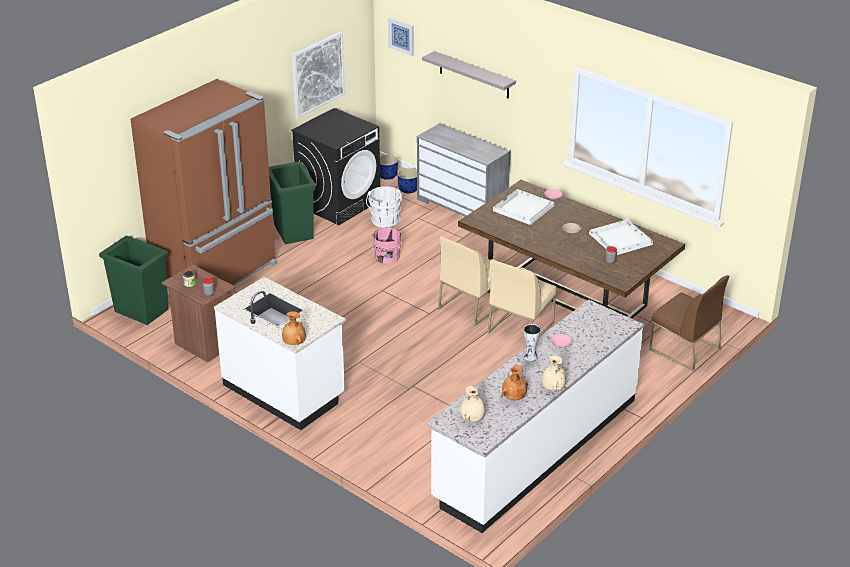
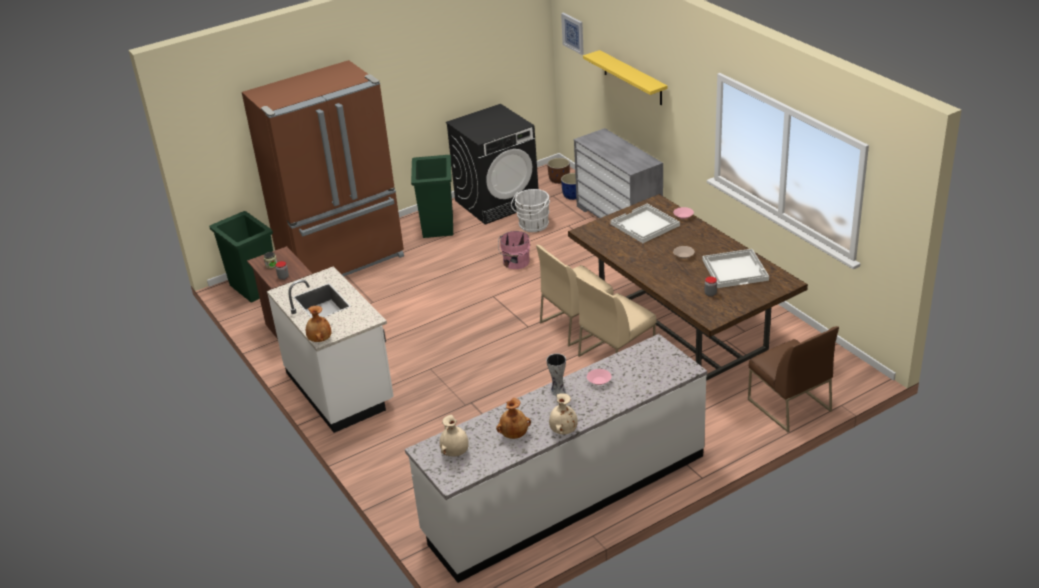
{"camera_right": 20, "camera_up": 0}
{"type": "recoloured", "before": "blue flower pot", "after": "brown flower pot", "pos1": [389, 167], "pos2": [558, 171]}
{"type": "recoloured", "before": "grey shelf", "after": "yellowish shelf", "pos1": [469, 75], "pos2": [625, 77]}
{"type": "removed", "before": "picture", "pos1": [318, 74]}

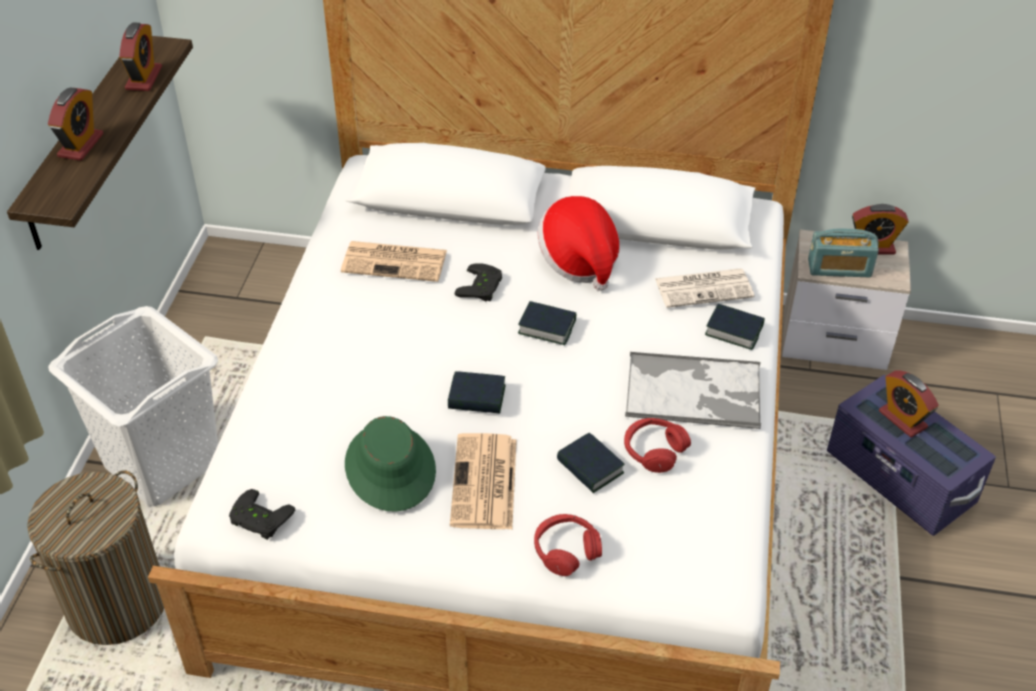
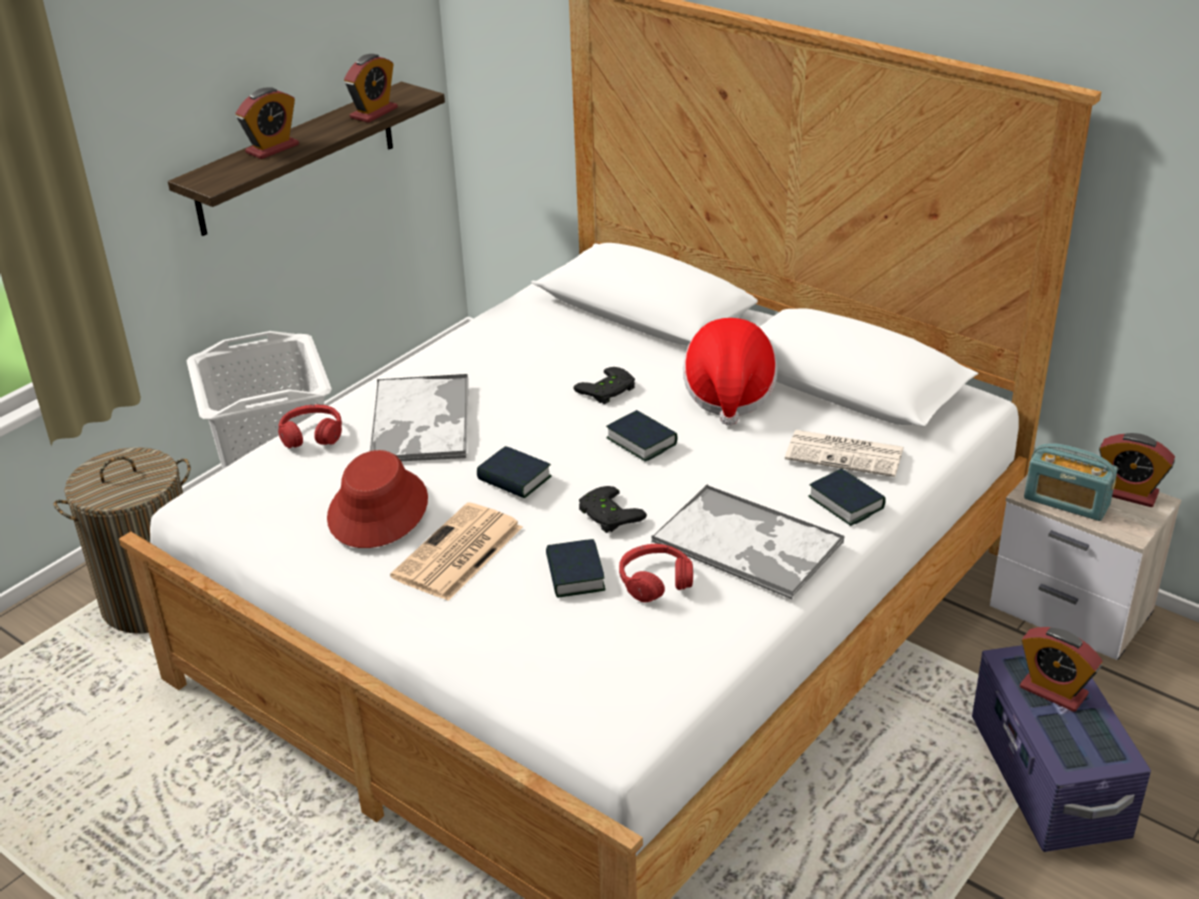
{"camera_right": 30, "camera_up": -10}
{"type": "moved", "before": "red pair of headphones", "pos1": [568, 545], "pos2": [310, 426]}
{"type": "recoloured", "before": "green wearable hat", "after": "red wearable hat", "pos1": [390, 464], "pos2": [377, 499]}
{"type": "added", "after": "carrying tray", "pos2": [419, 417]}
{"type": "moved", "before": "blackish gamepad", "pos1": [262, 514], "pos2": [613, 509]}
{"type": "turned", "before": "bedside clock", "pos1": [909, 404], "pos2": [1061, 669], "turn": -45}
{"type": "removed", "before": "newspaper", "pos1": [394, 261]}

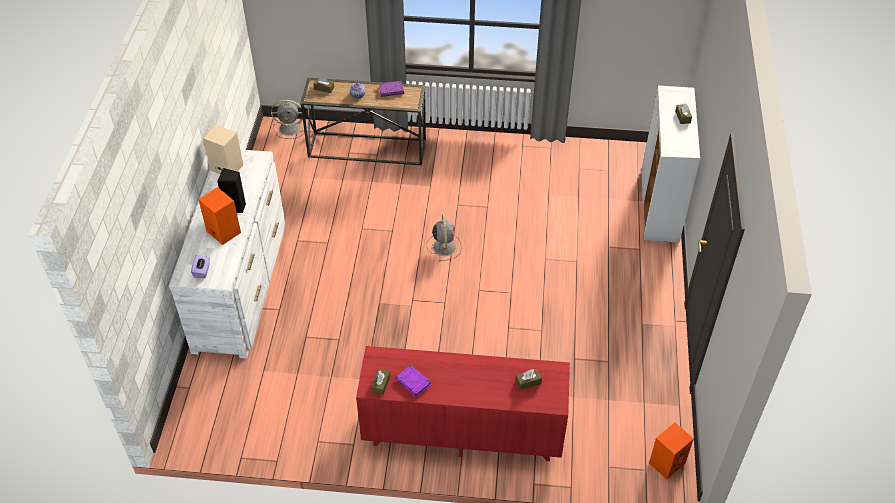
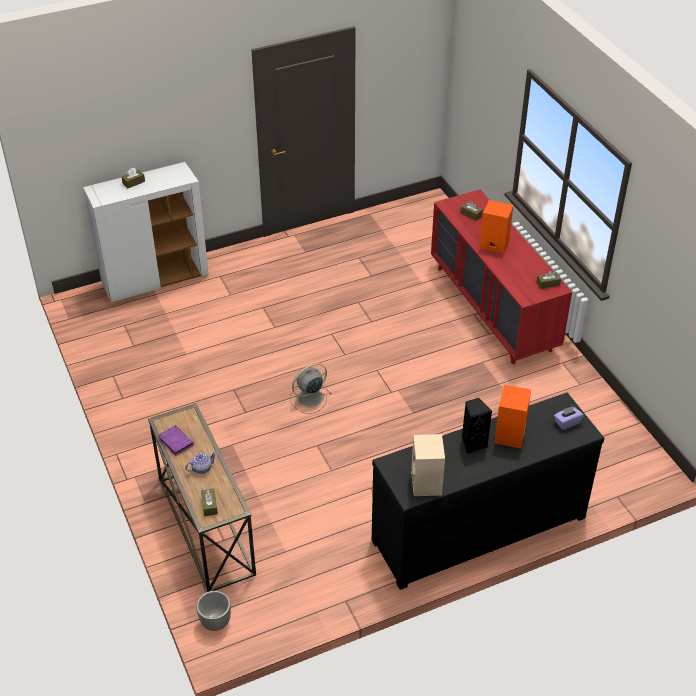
{"camera_right": -120, "camera_up": -5}
{"type": "replaced", "before": "grey cooling fan", "after": "flower pot", "pos1": [289, 119], "pos2": [213, 611]}
{"type": "recoloured", "before": "white-coloured chest of drawers", "after": "blackish chest of drawers", "pos1": [227, 254], "pos2": [488, 491]}
{"type": "moved", "before": "orange-coloured loudspeaker", "pos1": [671, 451], "pos2": [496, 226]}
{"type": "removed", "before": "purple-coloured volume", "pos1": [413, 381]}

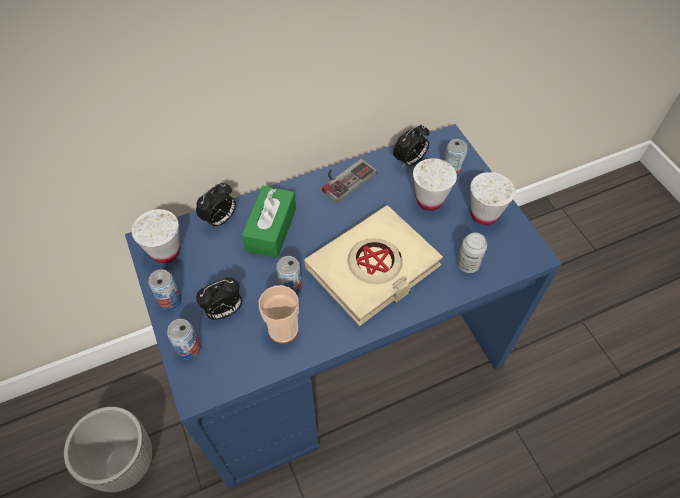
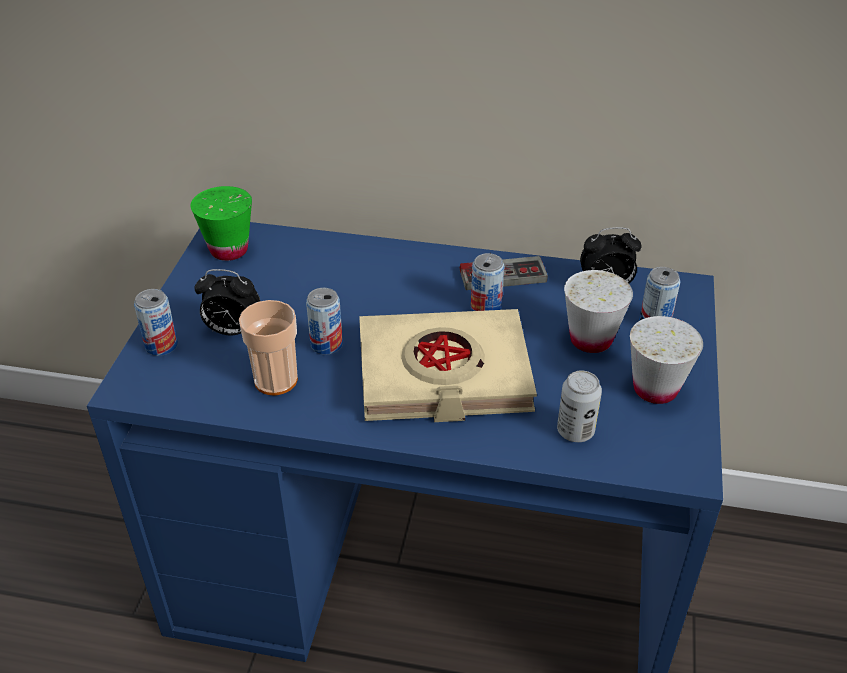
{"camera_right": 35, "camera_up": -15}
{"type": "recoloured", "before": "white-coloured small cup", "after": "green small cup", "pos1": [156, 236], "pos2": [221, 223]}
{"type": "moved", "before": "metal can", "pos1": [165, 289], "pos2": [487, 282]}
{"type": "removed", "before": "flower pot", "pos1": [108, 449]}
{"type": "removed", "before": "bedside clock", "pos1": [216, 205]}
{"type": "removed", "before": "green box of tissues", "pos1": [269, 222]}

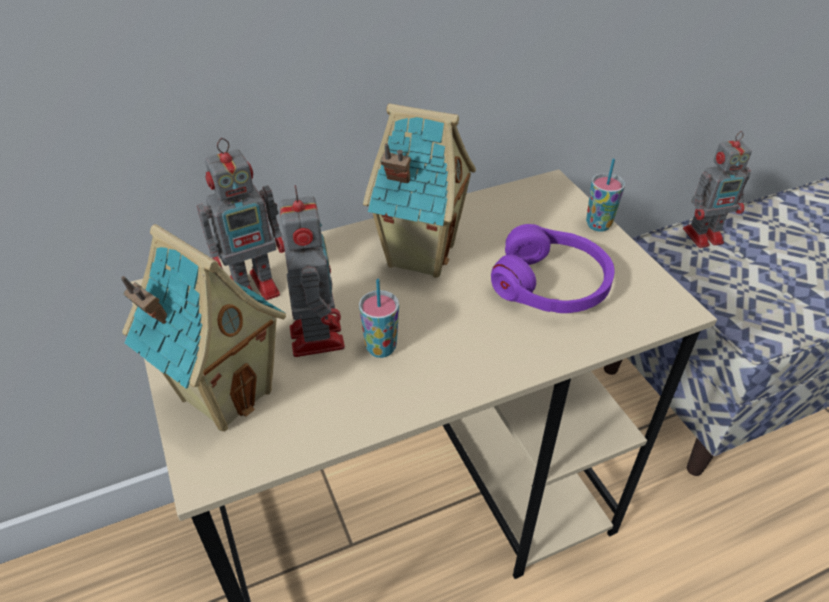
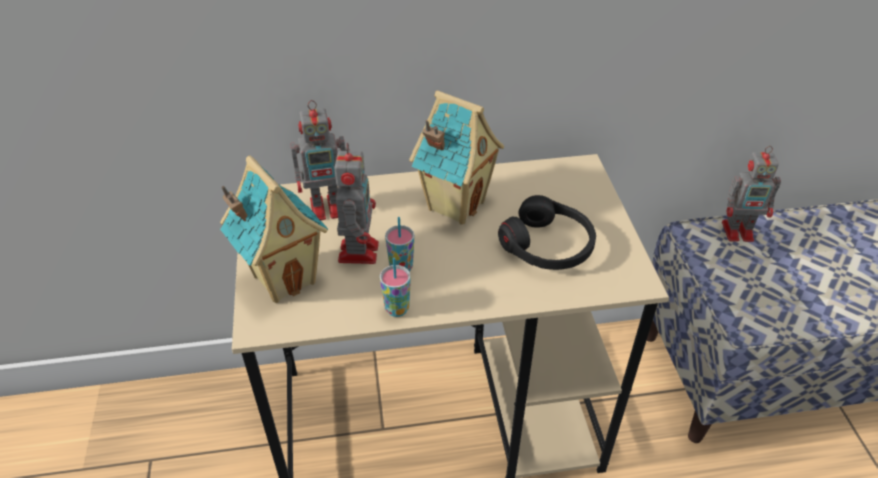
{"camera_right": 15, "camera_up": 0}
{"type": "moved", "before": "small cup", "pos1": [605, 195], "pos2": [395, 287]}
{"type": "recoloured", "before": "purple-coloured pair of headphones", "after": "blackish pair of headphones", "pos1": [553, 268], "pos2": [547, 232]}

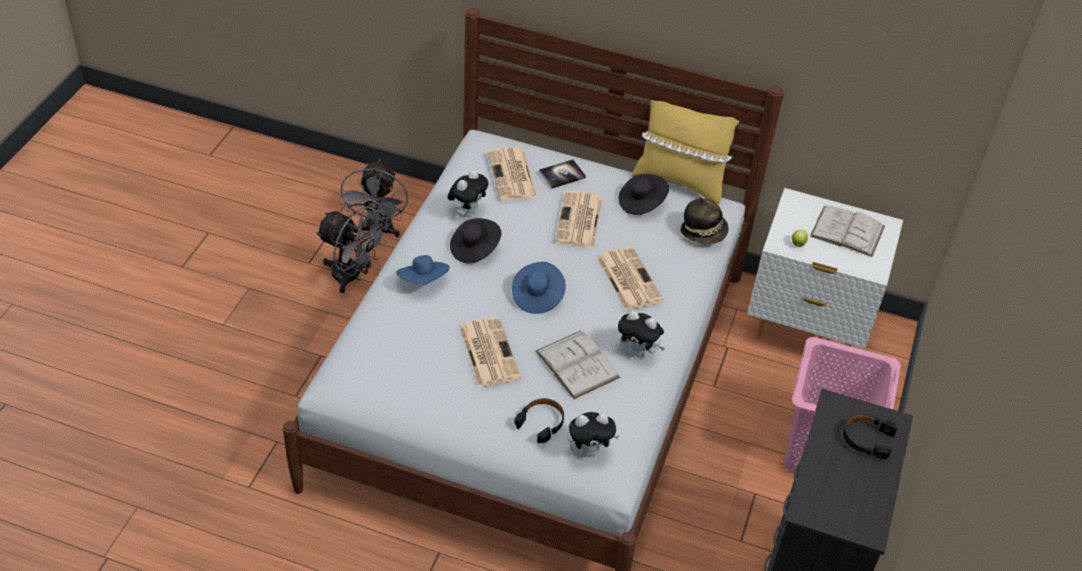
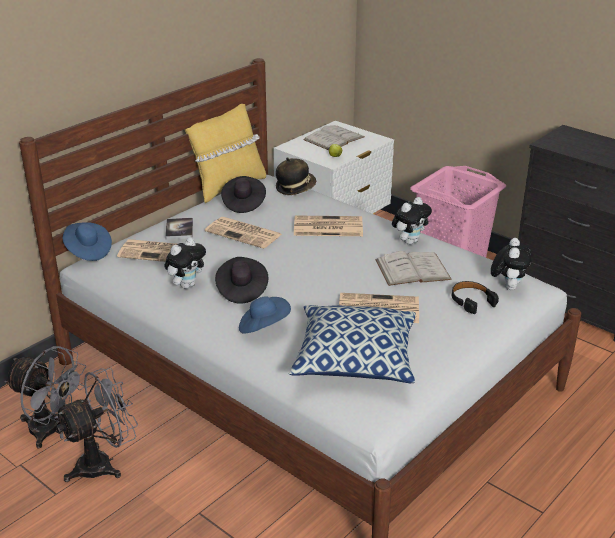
{"camera_right": -65, "camera_up": -15}
{"type": "moved", "before": "blue wearable hat", "pos1": [539, 288], "pos2": [87, 241]}
{"type": "turned", "before": "soft toy", "pos1": [468, 193], "pos2": [185, 263], "turn": 75}
{"type": "added", "after": "cushion", "pos2": [352, 344]}
{"type": "removed", "before": "blackish pair of headphones", "pos1": [870, 436]}

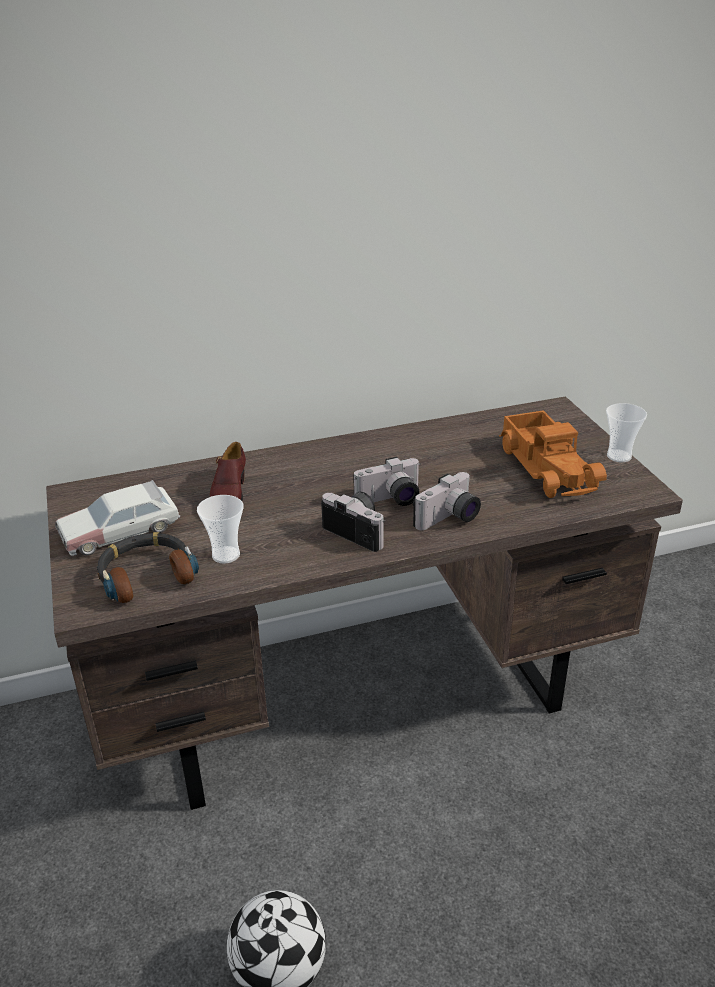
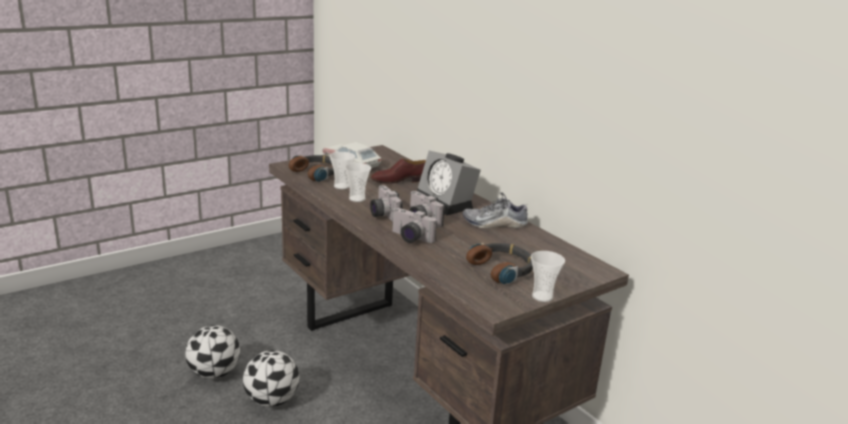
{"camera_right": 70, "camera_up": -10}
{"type": "added", "after": "football", "pos2": [271, 378]}
{"type": "added", "after": "small cup", "pos2": [358, 182]}
{"type": "turned", "before": "photo camera", "pos1": [353, 522], "pos2": [386, 203], "turn": 135}
{"type": "added", "after": "bedside clock", "pos2": [449, 182]}
{"type": "added", "after": "item of footwear", "pos2": [496, 210]}
{"type": "replaced", "before": "toy truck", "after": "pair of headphones", "pos1": [553, 454], "pos2": [499, 264]}

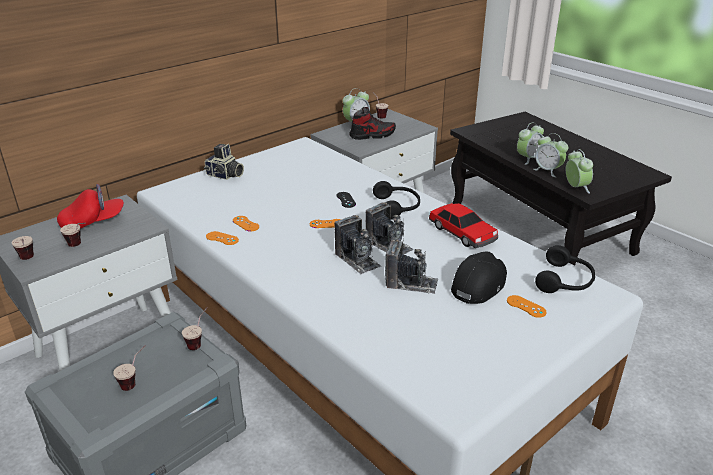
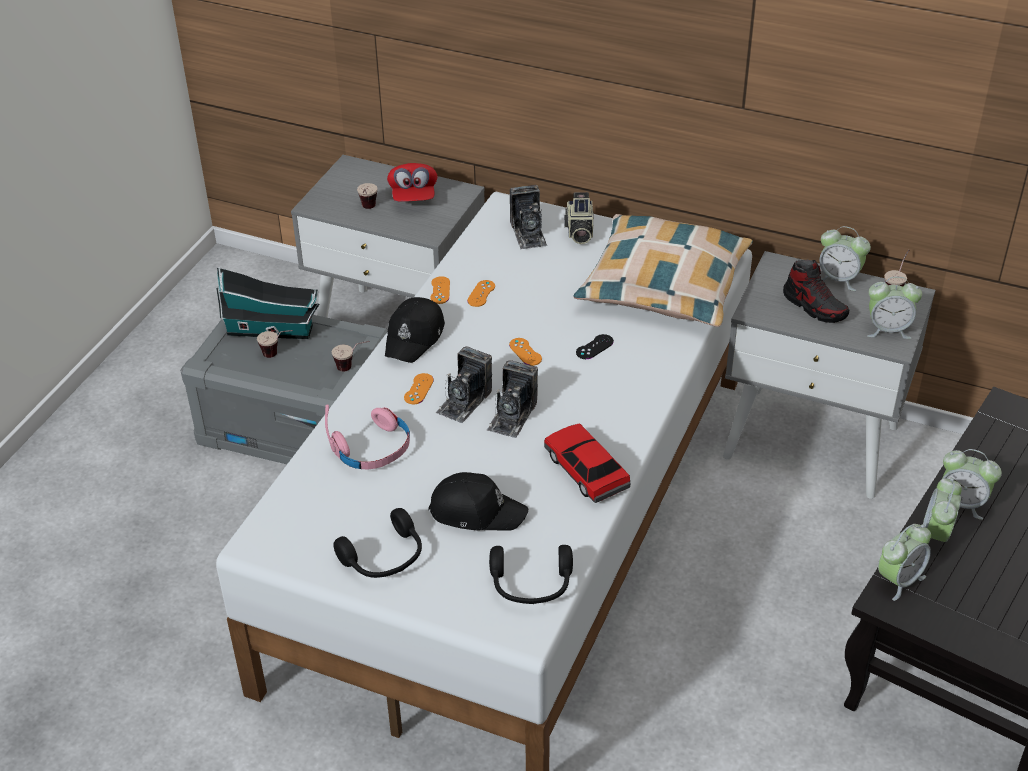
{"camera_right": 65, "camera_up": 10}
{"type": "added", "after": "toy house", "pos2": [267, 303]}
{"type": "added", "after": "pinkish pair of headphones", "pos2": [367, 436]}
{"type": "moved", "before": "blackish pair of headphones", "pos1": [396, 200], "pos2": [377, 543]}
{"type": "added", "after": "blackish cap", "pos2": [415, 330]}
{"type": "turned", "before": "red cap", "pos1": [90, 206], "pos2": [412, 182], "turn": 45}
{"type": "moved", "before": "orange-coloured gamepad", "pos1": [527, 306], "pos2": [419, 388]}
{"type": "moved", "before": "photo camera", "pos1": [411, 266], "pos2": [528, 217]}
{"type": "turned", "before": "miniature car", "pos1": [463, 225], "pos2": [587, 463], "turn": 120}
{"type": "added", "after": "cushion", "pos2": [663, 270]}
{"type": "added", "after": "bedside clock", "pos2": [894, 308]}
{"type": "removed", "before": "small cup", "pos1": [23, 248]}

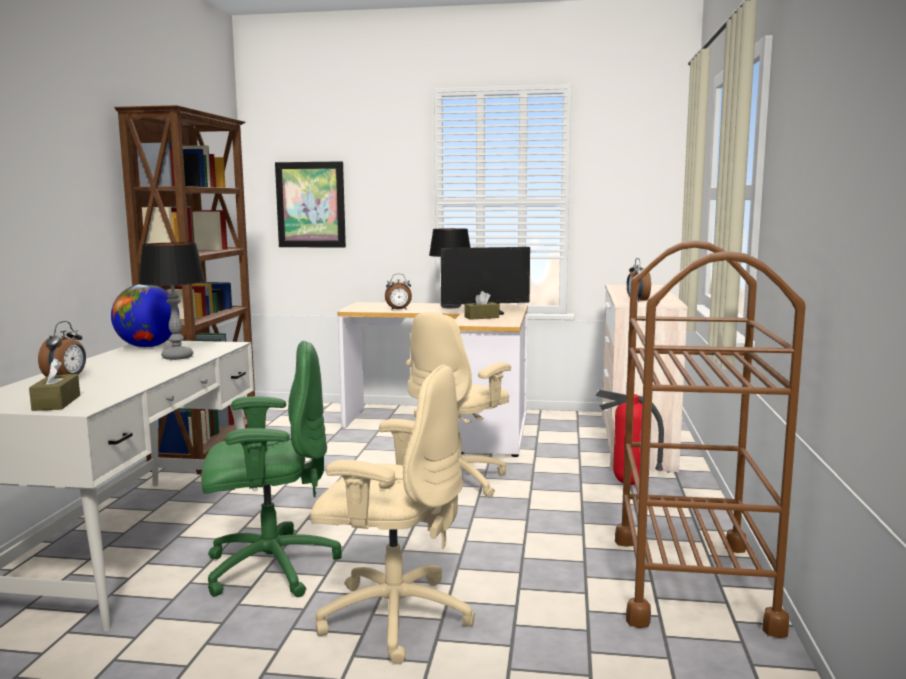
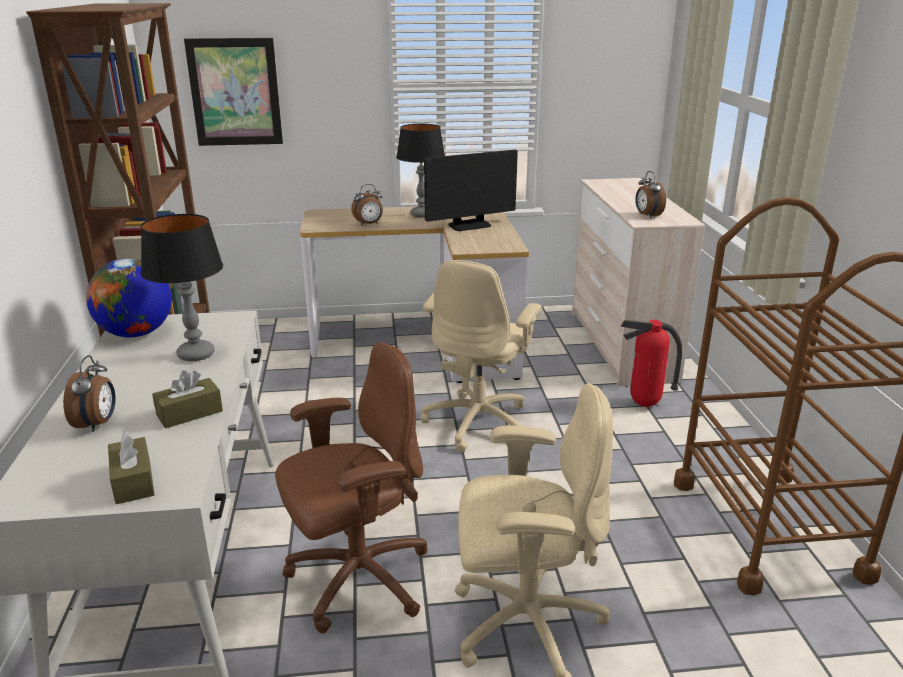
{"camera_right": -15, "camera_up": 15}
{"type": "moved", "before": "brown box of tissues", "pos1": [481, 305], "pos2": [187, 399]}
{"type": "recoloured", "before": "green desk chair", "after": "brown desk chair", "pos1": [271, 469], "pos2": [351, 488]}

